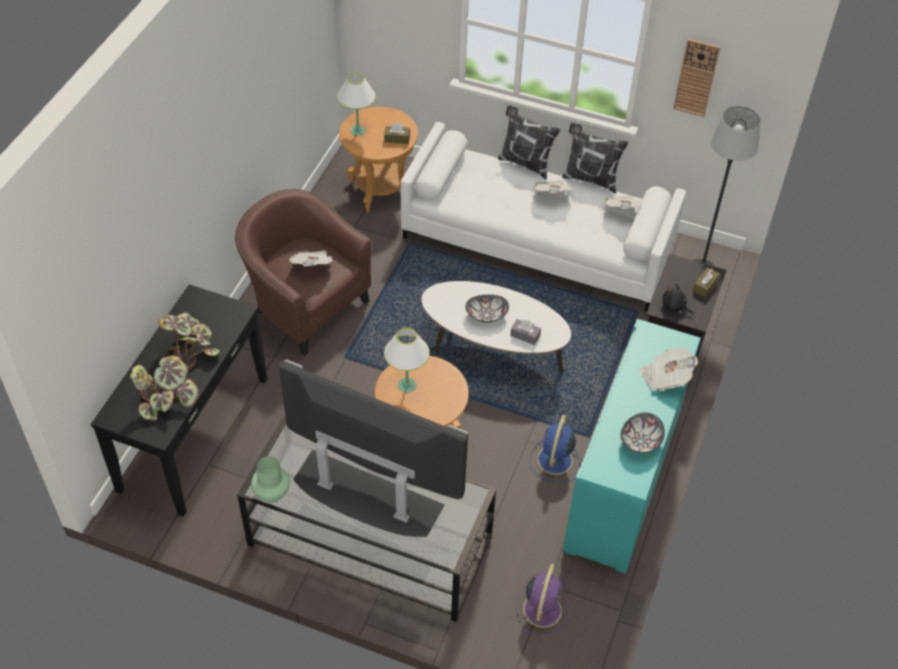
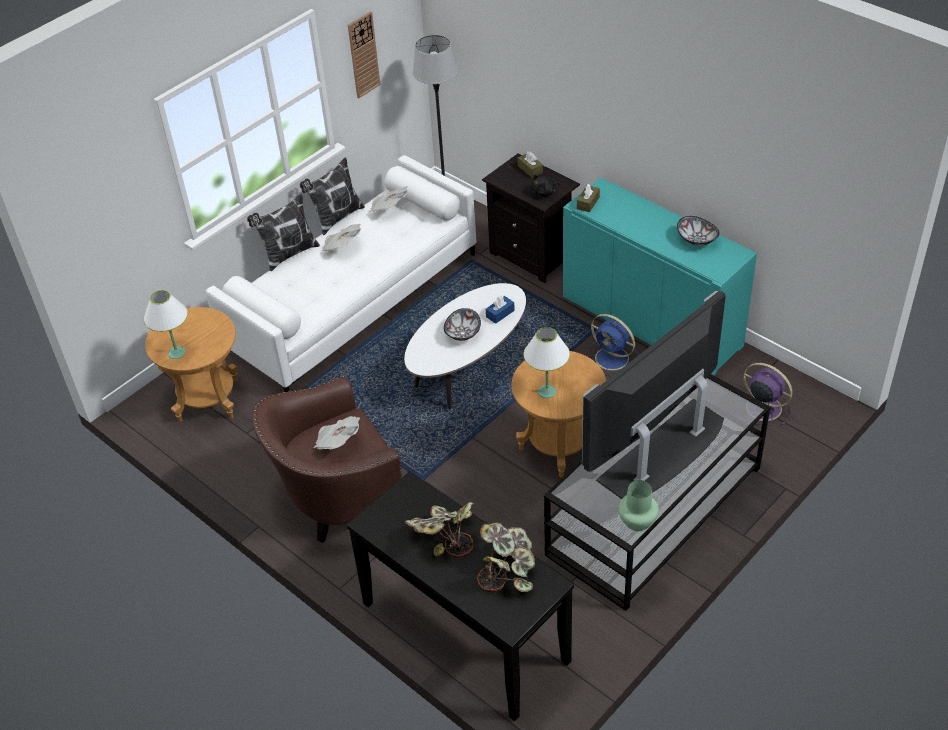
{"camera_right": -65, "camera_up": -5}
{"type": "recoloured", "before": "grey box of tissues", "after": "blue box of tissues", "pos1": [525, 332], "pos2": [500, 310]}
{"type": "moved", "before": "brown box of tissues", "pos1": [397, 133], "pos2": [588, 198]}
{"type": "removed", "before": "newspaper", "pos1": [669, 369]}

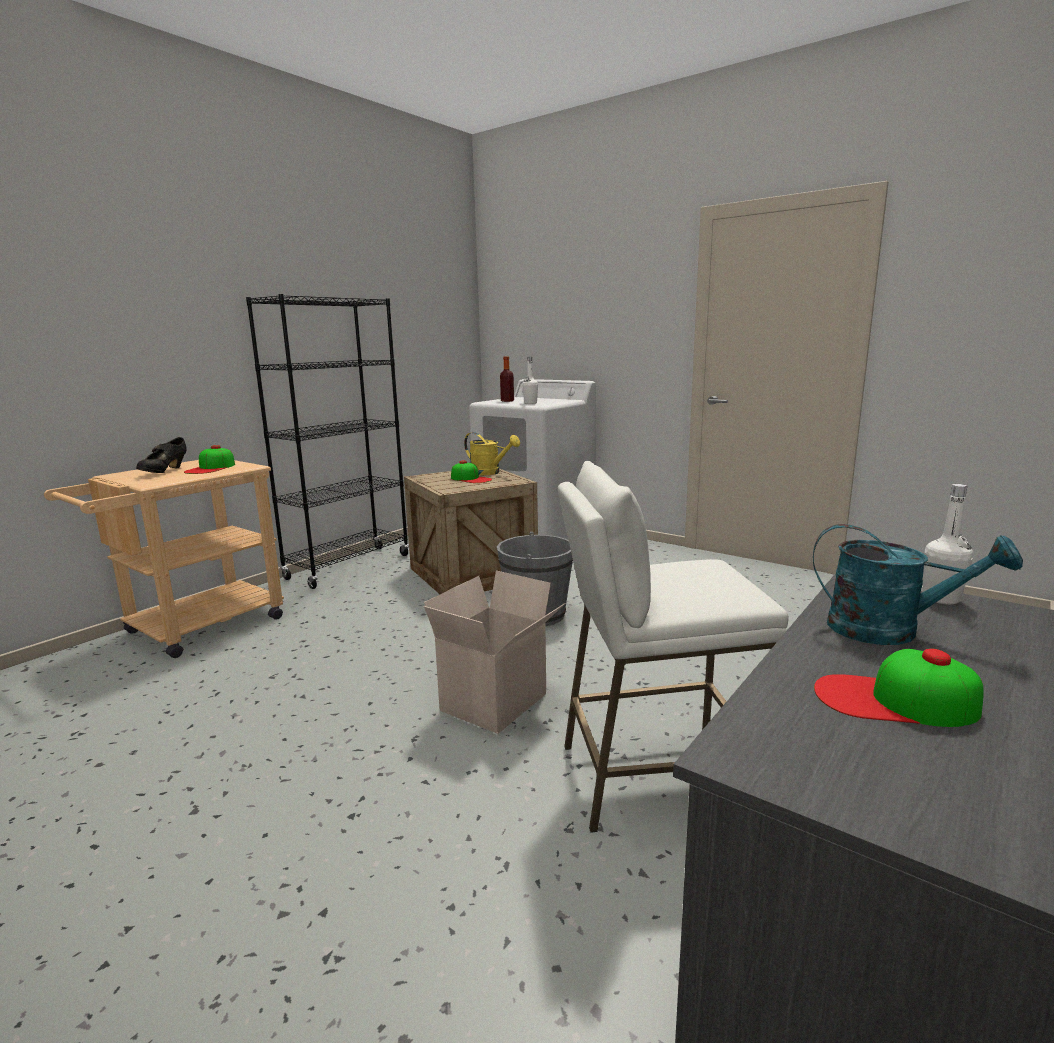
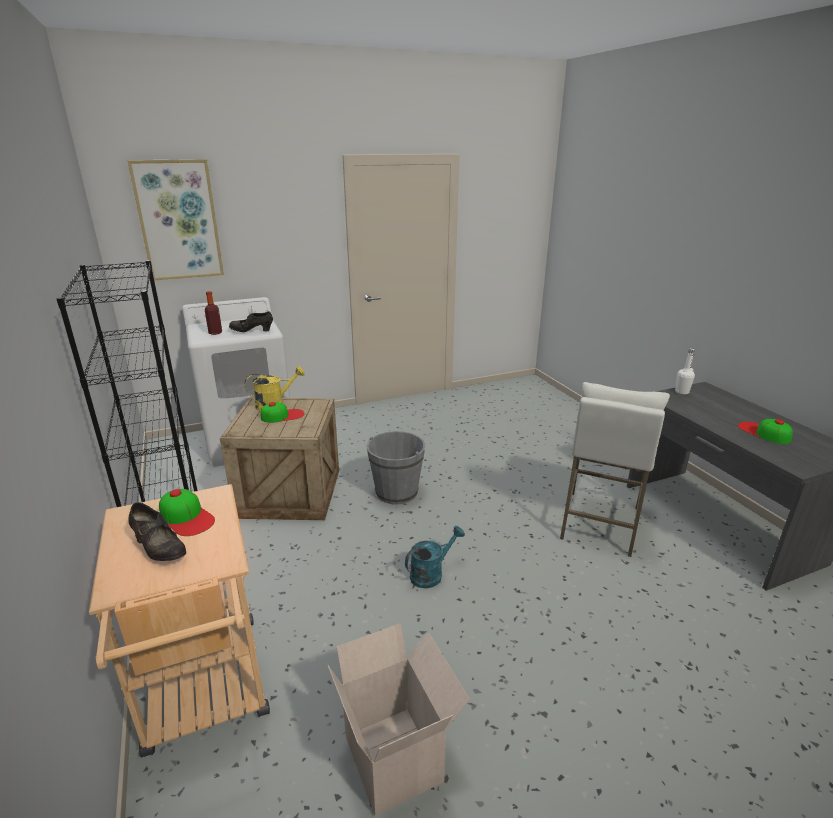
{"camera_right": -60, "camera_up": 10}
{"type": "added", "after": "picture", "pos2": [175, 219]}
{"type": "replaced", "before": "white-coloured bottle", "after": "blackish item of footwear", "pos1": [530, 380], "pos2": [251, 321]}
{"type": "moved", "before": "cardboard box", "pos1": [495, 652], "pos2": [399, 719]}
{"type": "moved", "before": "blue-green sprinkling can", "pos1": [918, 584], "pos2": [435, 557]}
{"type": "turned", "before": "cap", "pos1": [899, 687], "pos2": [765, 431], "turn": 105}

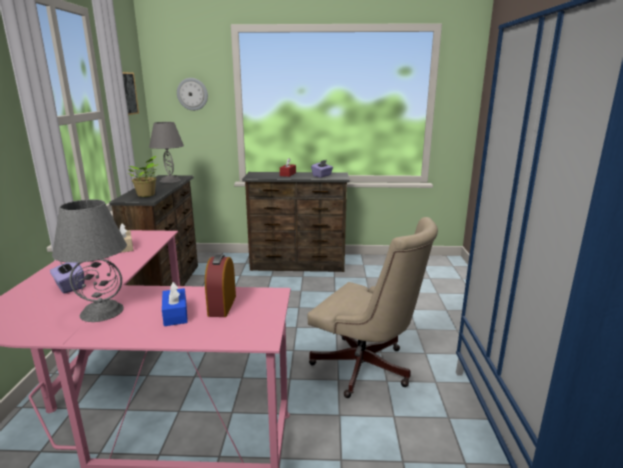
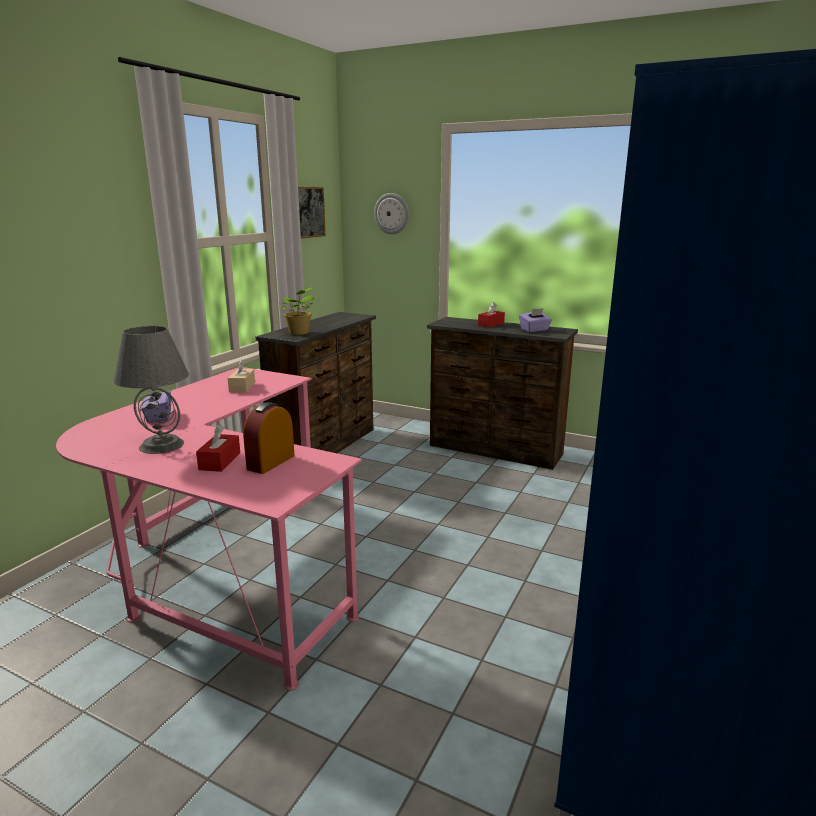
{"camera_right": 25, "camera_up": 0}
{"type": "recoloured", "before": "blue box of tissues", "after": "red box of tissues", "pos1": [175, 304], "pos2": [218, 448]}
{"type": "removed", "before": "grey table lamp", "pos1": [166, 152]}
{"type": "removed", "before": "beige-coloured desk chair", "pos1": [372, 307]}

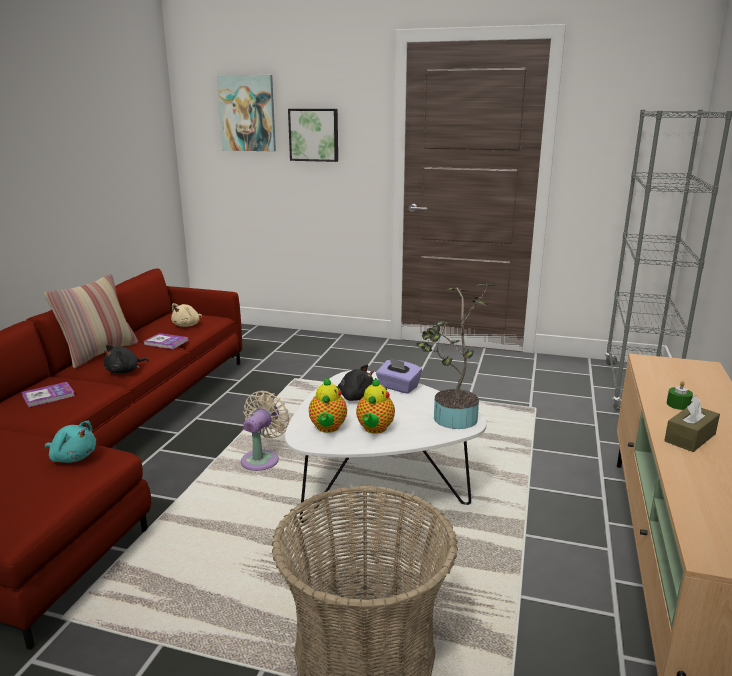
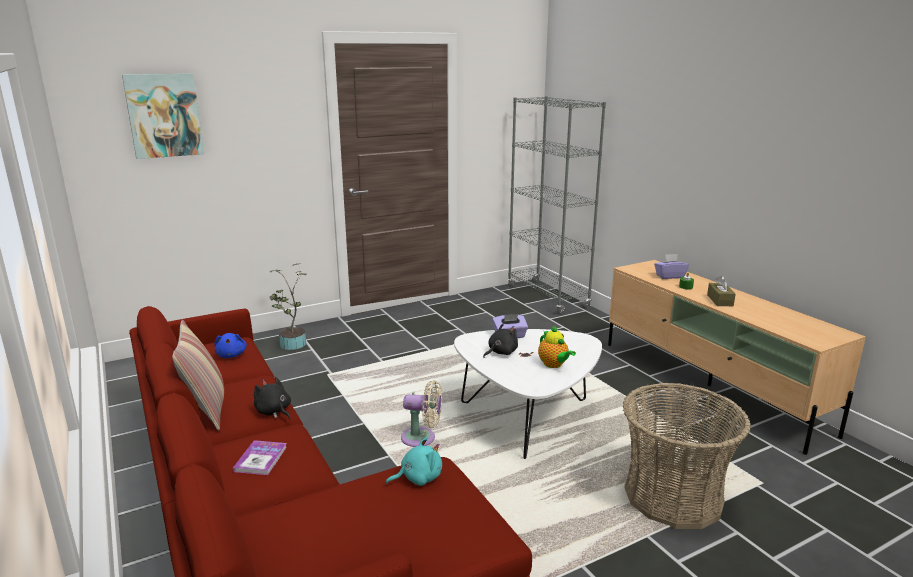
{"camera_right": -45, "camera_up": 0}
{"type": "recoloured", "before": "beige-coloured soft toy", "after": "blue soft toy", "pos1": [186, 315], "pos2": [231, 345]}
{"type": "turned", "before": "blackish soft toy", "pos1": [126, 359], "pos2": [272, 398], "turn": 135}
{"type": "moved", "before": "plant in a pot", "pos1": [455, 356], "pos2": [287, 306]}
{"type": "turned", "before": "beige-coloured cooling fan", "pos1": [265, 431], "pos2": [421, 413], "turn": 120}
{"type": "added", "after": "purple-coloured box of tissues", "pos2": [671, 266]}
{"type": "removed", "before": "volume", "pos1": [166, 341]}
{"type": "removed", "before": "picture", "pos1": [313, 135]}
{"type": "removed", "before": "pot for tea", "pos1": [328, 405]}

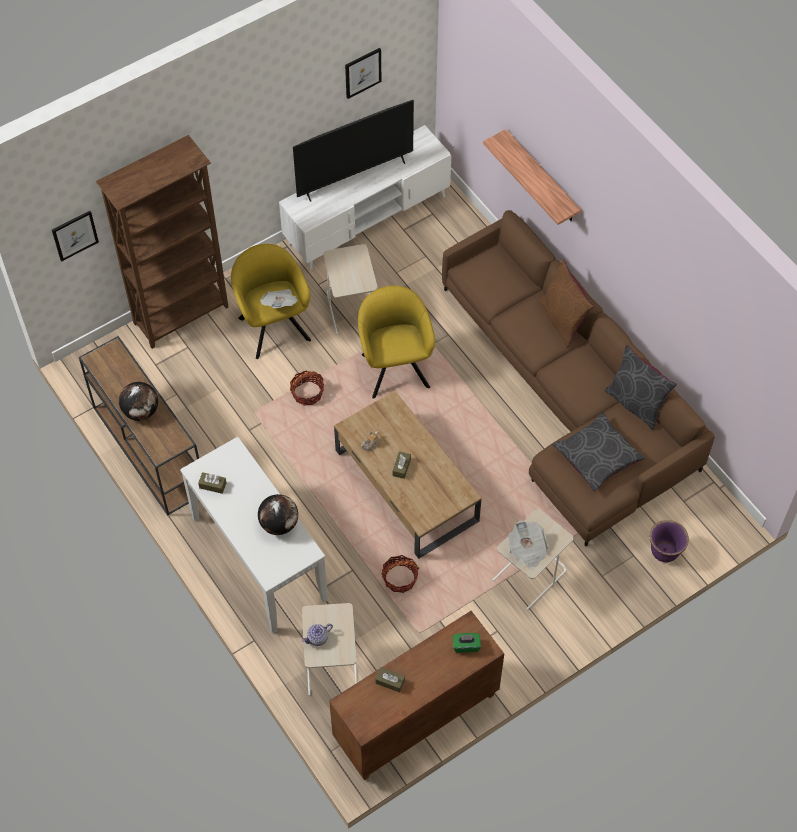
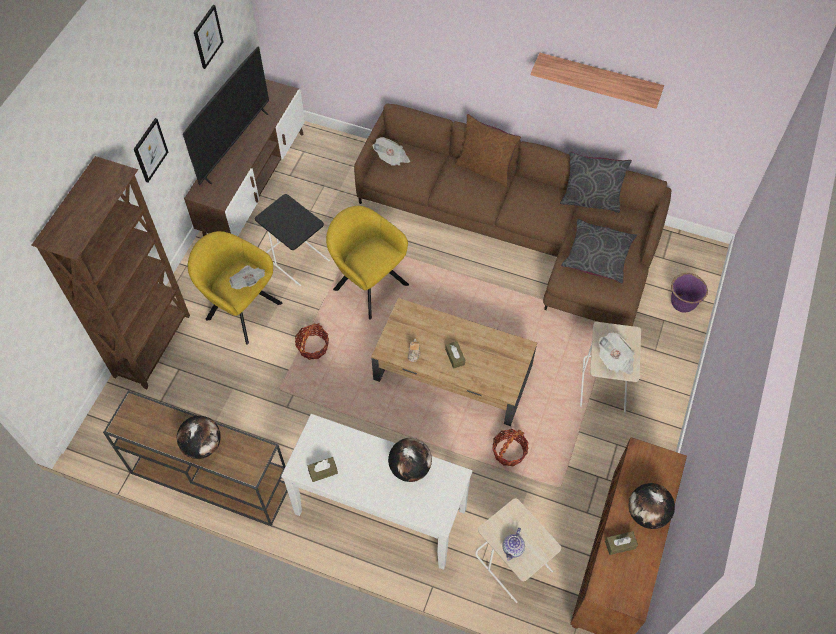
{"camera_right": -35, "camera_up": 0}
{"type": "moved", "before": "picture", "pos1": [75, 236], "pos2": [151, 150]}
{"type": "recoloured", "before": "white-coloured media console", "after": "brown media console", "pos1": [365, 197], "pos2": [244, 157]}
{"type": "recoloured", "before": "beige-coloured side table", "after": "blackish side table", "pos1": [350, 289], "pos2": [292, 240]}
{"type": "added", "after": "newspaper", "pos2": [391, 151]}
{"type": "moved", "before": "shelf", "pos1": [532, 177], "pos2": [597, 81]}
{"type": "added", "after": "world globe", "pos2": [652, 506]}
{"type": "removed", "before": "green box of tissues", "pos1": [467, 643]}

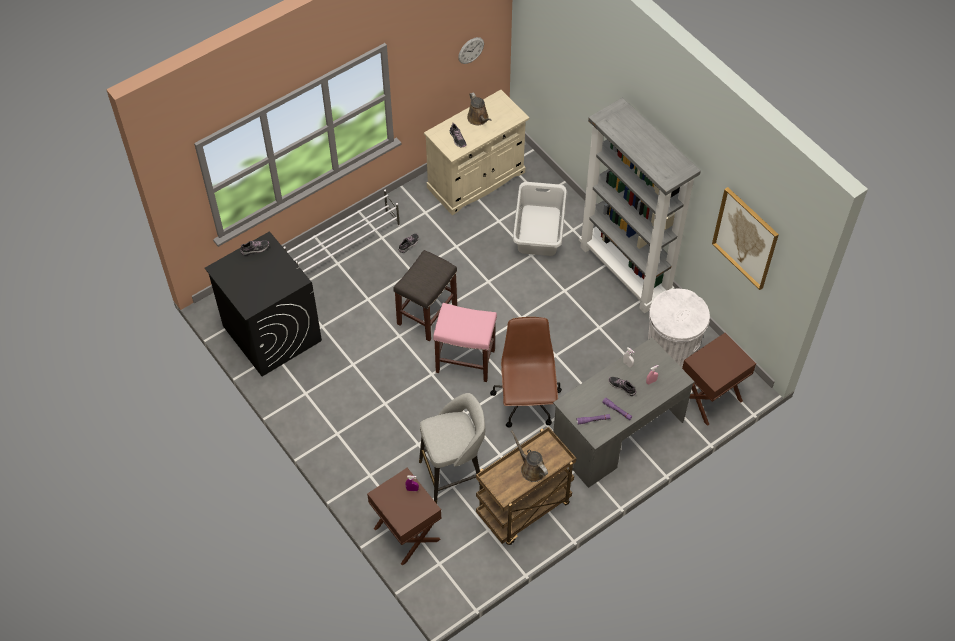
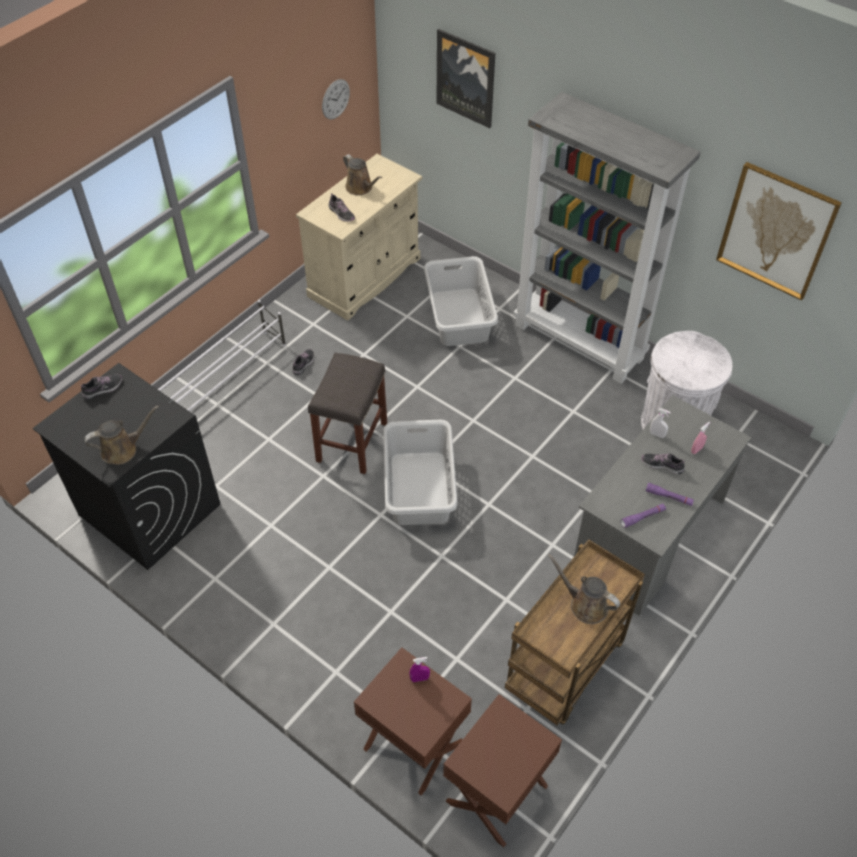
{"camera_right": -15, "camera_up": -5}
{"type": "added", "after": "brown sprinkling can", "pos2": [121, 435]}
{"type": "replaced", "before": "pinkish stool", "after": "grey hamper", "pos1": [465, 342], "pos2": [420, 472]}
{"type": "added", "after": "picture", "pos2": [465, 78]}
{"type": "moved", "before": "brown bedside table", "pos1": [719, 379], "pos2": [502, 770]}
{"type": "removed", "before": "grey stool", "pos1": [452, 448]}
{"type": "removed", "before": "brown desk chair", "pos1": [526, 372]}

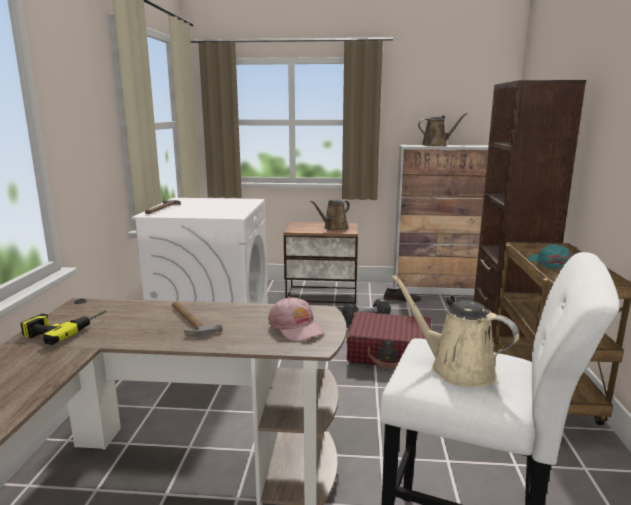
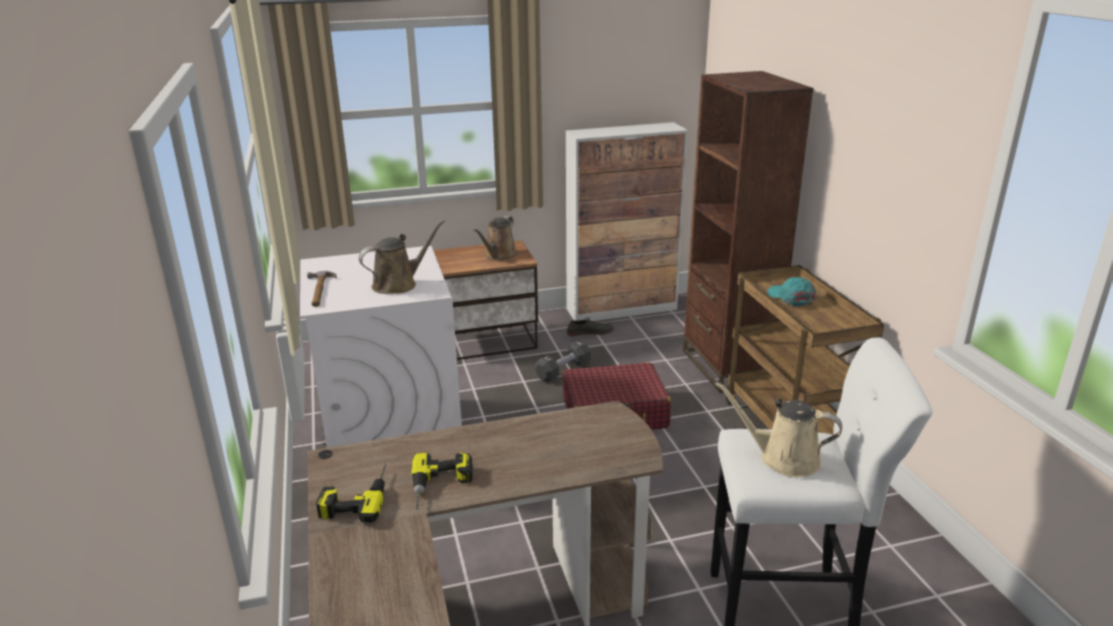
{"camera_right": -20, "camera_up": 10}
{"type": "moved", "before": "brown sprinkling can", "pos1": [443, 129], "pos2": [402, 257]}
{"type": "added", "after": "drill", "pos2": [442, 480]}
{"type": "removed", "before": "hammer", "pos1": [197, 319]}
{"type": "removed", "before": "pinkish cap", "pos1": [296, 319]}

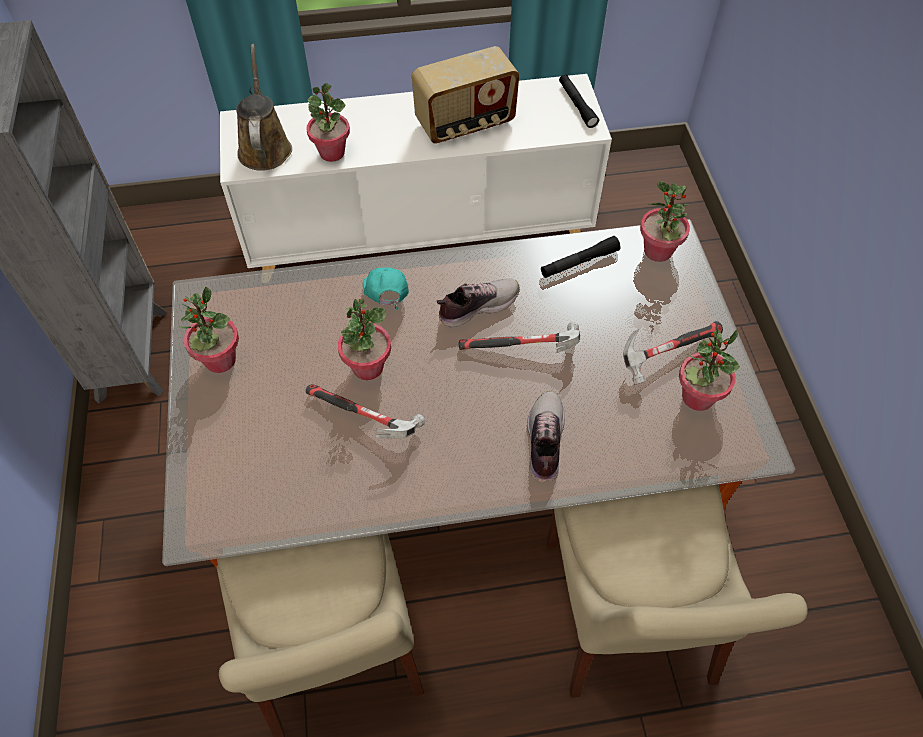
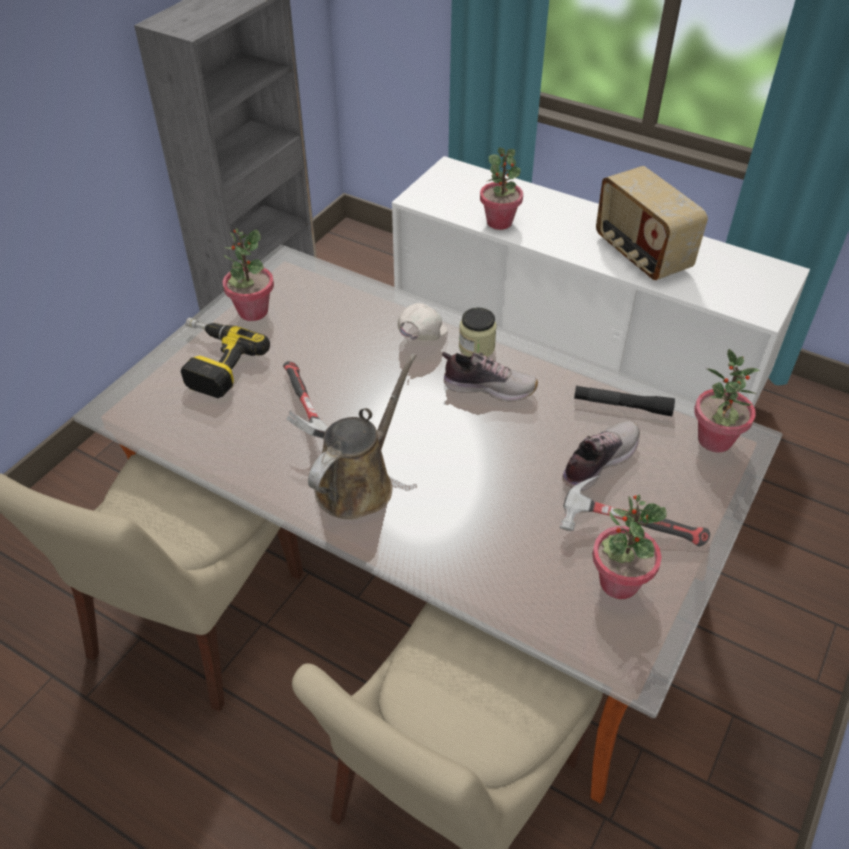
{"camera_right": 40, "camera_up": -10}
{"type": "added", "after": "drill", "pos2": [225, 357]}
{"type": "moved", "before": "brown sprinkling can", "pos1": [264, 107], "pos2": [362, 436]}
{"type": "recoloured", "before": "blue-green cap", "after": "white-coloured cap", "pos1": [386, 289], "pos2": [423, 322]}
{"type": "added", "after": "storage jar", "pos2": [478, 332]}
{"type": "moved", "before": "item of footwear", "pos1": [546, 436], "pos2": [601, 456]}
{"type": "turned", "before": "radio receiver", "pos1": [465, 95], "pos2": [652, 223], "turn": 45}
{"type": "removed", "before": "plant in a pot", "pos1": [364, 339]}
{"type": "removed", "before": "hammer", "pos1": [519, 337]}
{"type": "removed", "before": "blackish hand torch", "pos1": [579, 101]}

